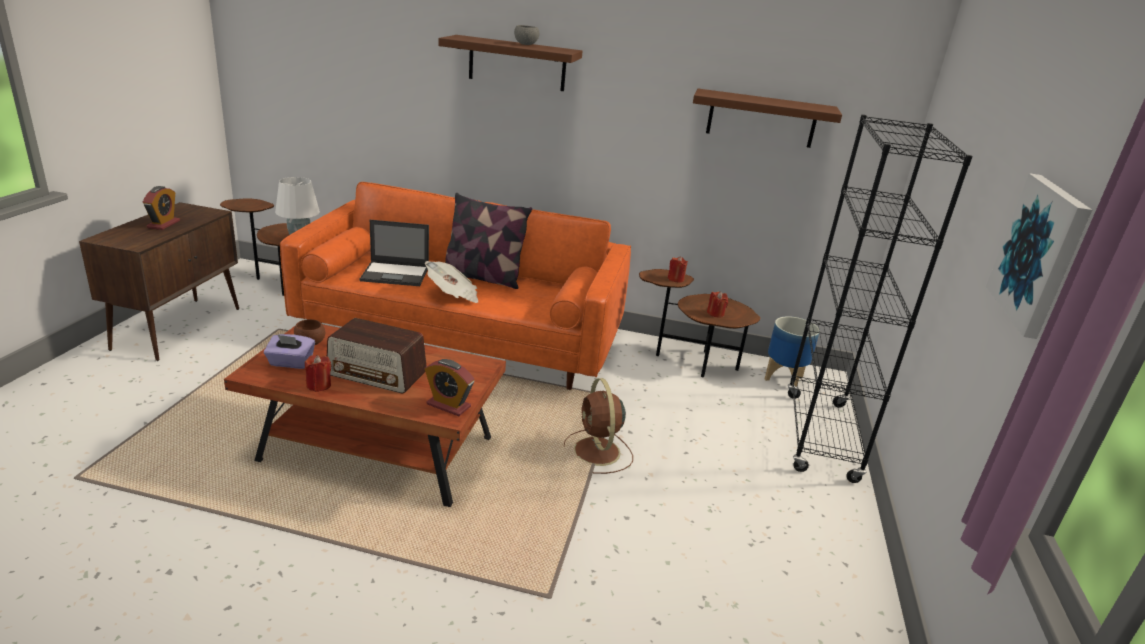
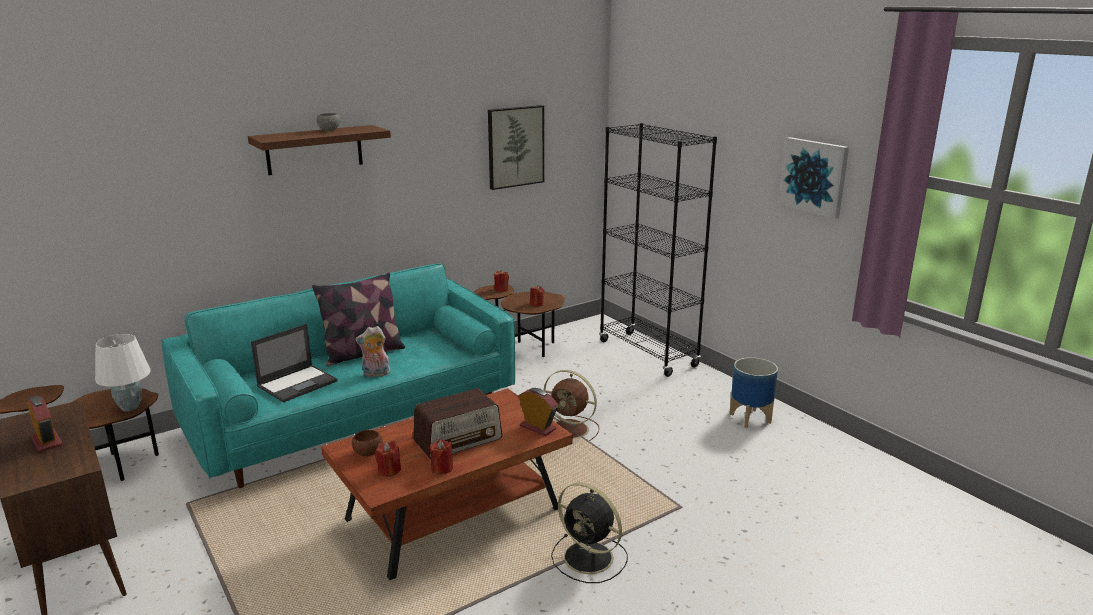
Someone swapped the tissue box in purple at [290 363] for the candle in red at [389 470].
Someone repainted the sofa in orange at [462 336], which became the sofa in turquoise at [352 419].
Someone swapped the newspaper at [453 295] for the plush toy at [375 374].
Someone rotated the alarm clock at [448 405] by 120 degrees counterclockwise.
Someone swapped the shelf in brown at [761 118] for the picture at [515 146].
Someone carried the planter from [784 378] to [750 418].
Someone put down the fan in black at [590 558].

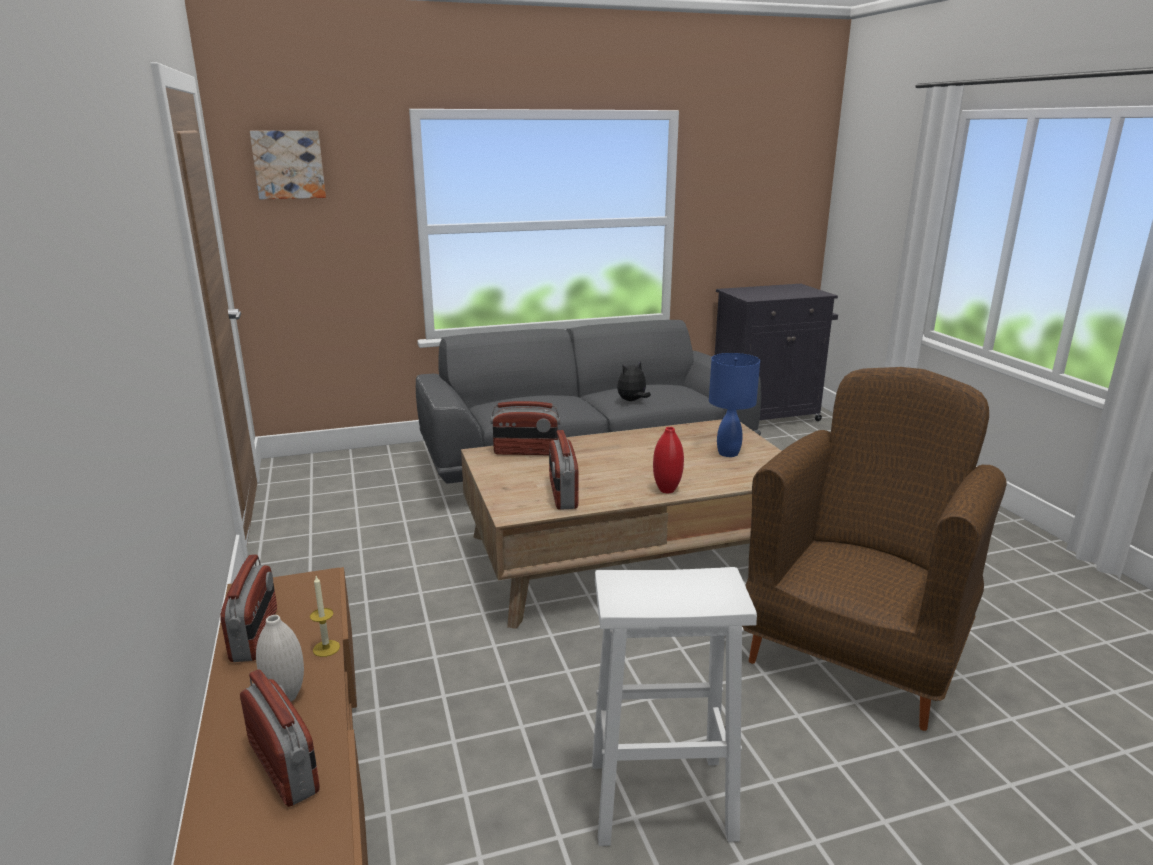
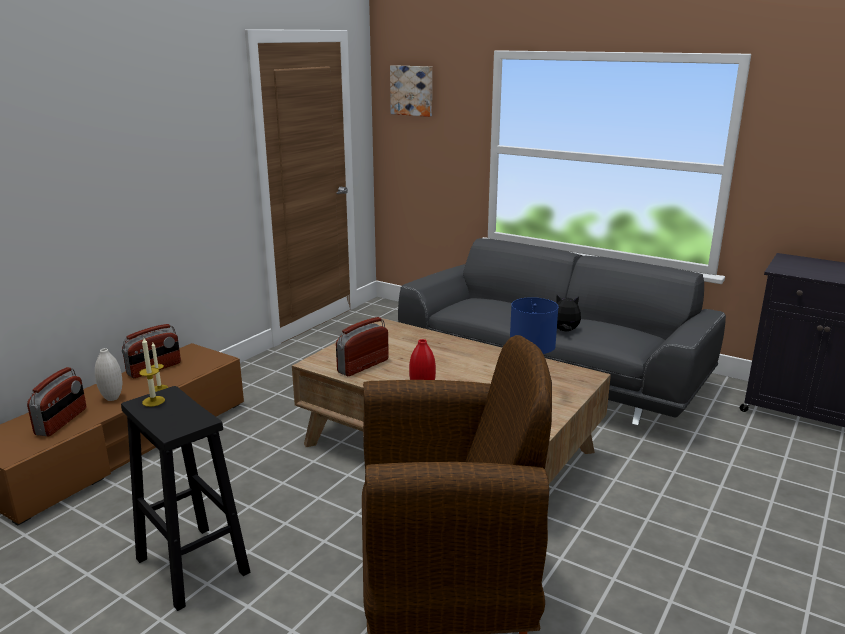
Someone took away the radio at [526 452].
Someone repainted the stool in white at [658 799], which became the stool in black at [191 565].
Someone put down the candle at [153 401].

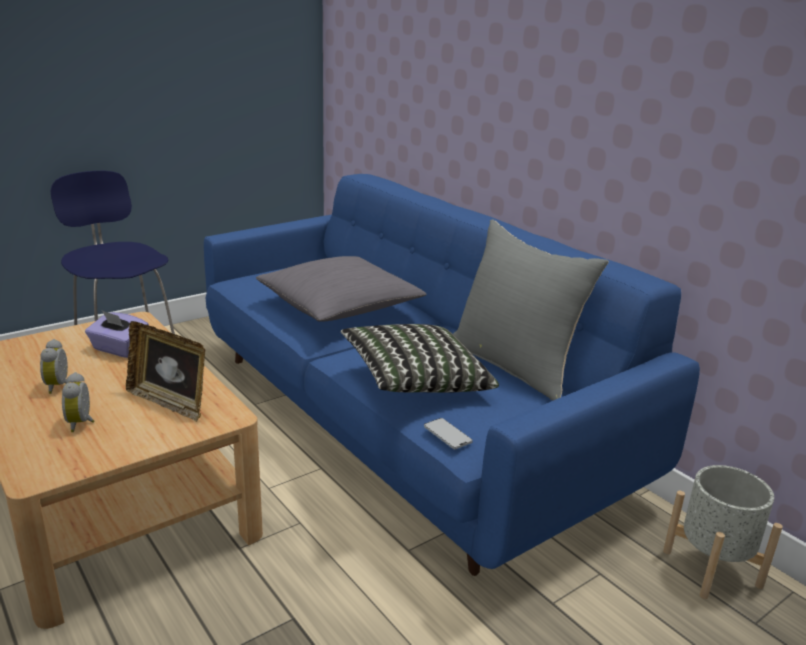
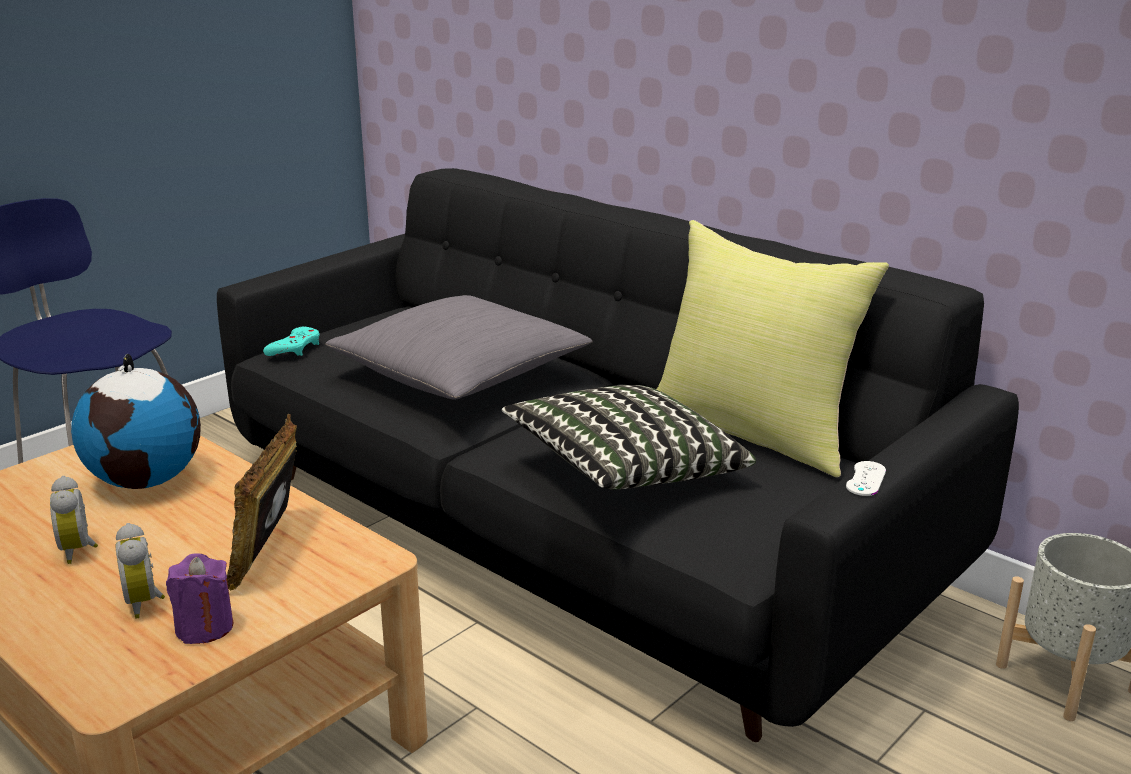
Someone swapped the tissue box in purple at [119 349] for the globe at [147 480].
Someone rotated the picture frame at [169 402] by 75 degrees clockwise.
Someone repainted the sofa in blue at [400 420], which became the sofa in black at [568 535].
Someone took away the phone at [447 434].
Someone repainted the pillow in grey at [515 365], which became the pillow in yellow at [753 430].
Someone put down the candle in purple at [204 627].
Someone put down the game controller in turquoise at [295 348].
Someone put down the game controller in white at [866 479].

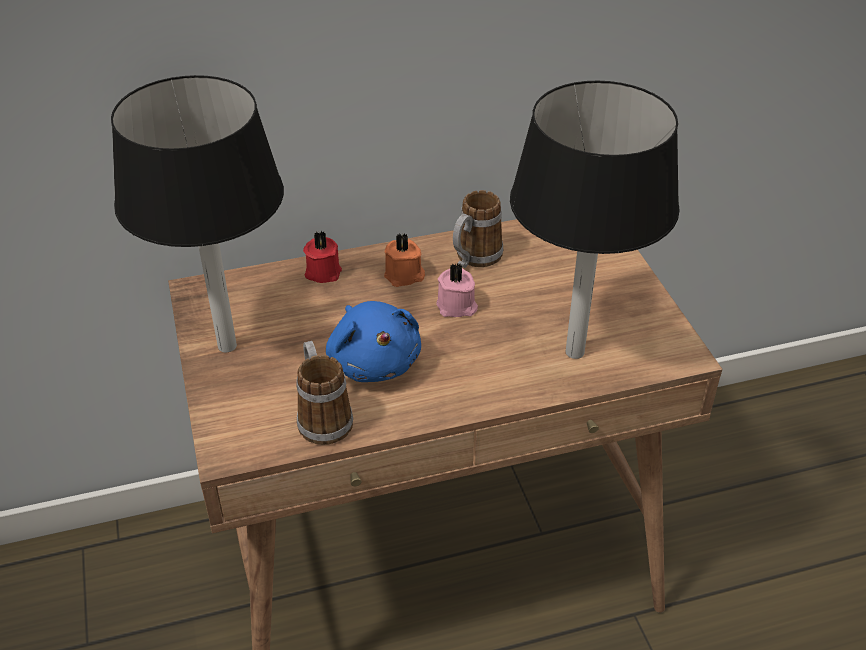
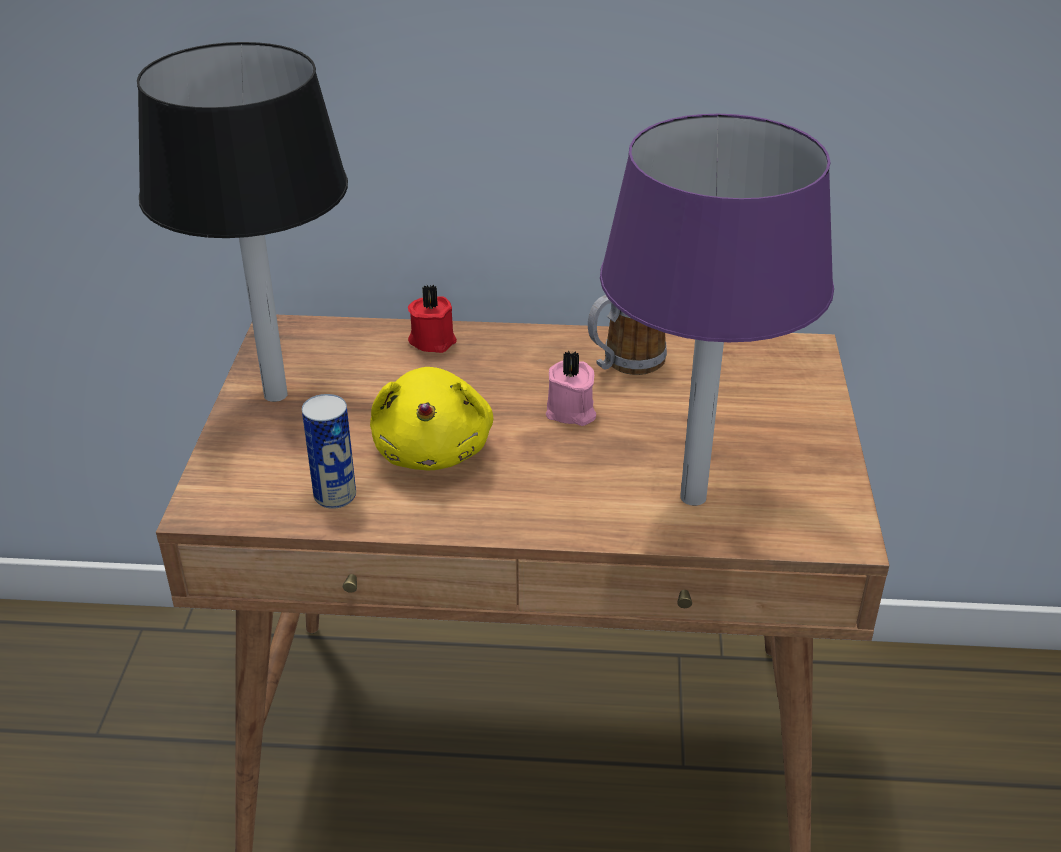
Someone swapped the mug at [322 417] for the can at [335 496].
Someone repainted the plush toy in blue at [374 361], which became the plush toy in yellow at [433 449].
Someone took away the candle in orange at [405 276].
Someone repainted the table lamp in black at [575 352], which became the table lamp in purple at [694 497].

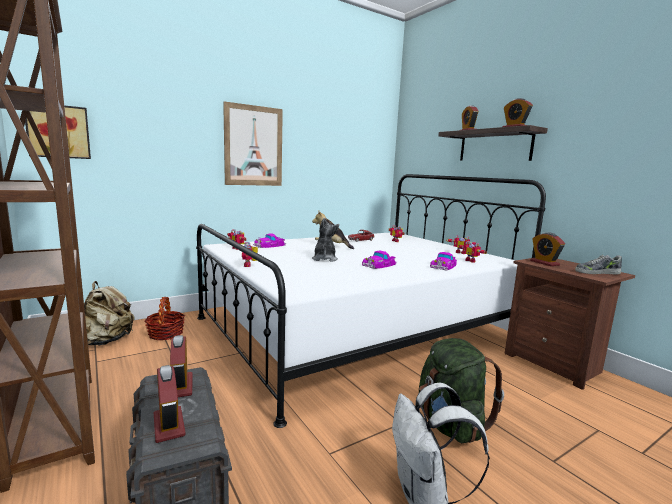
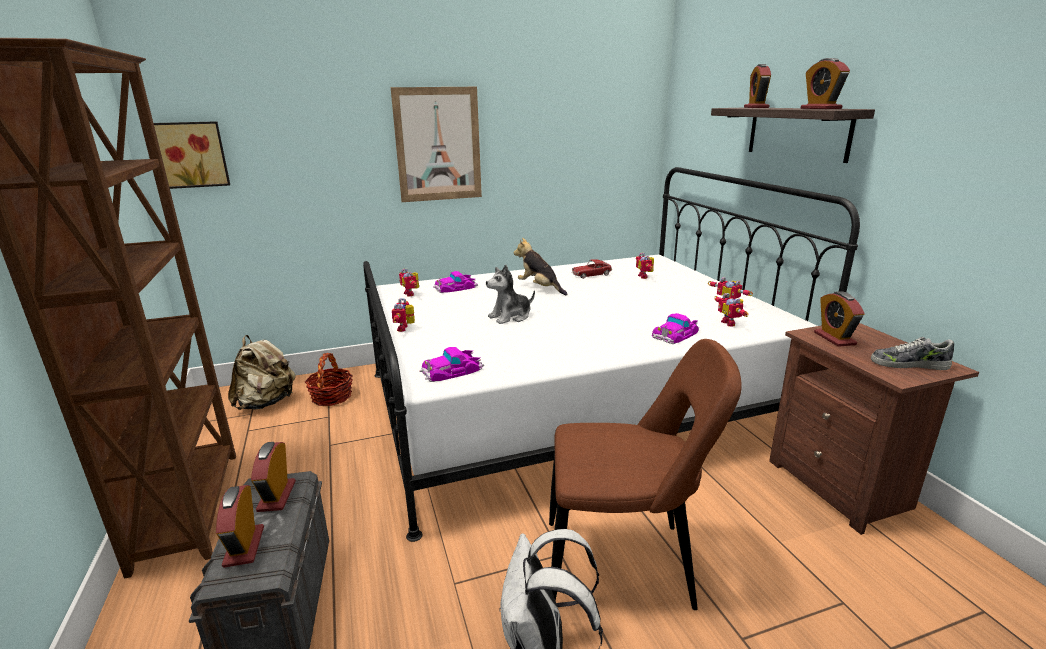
Someone rotated the plush toy at [324 259] by 135 degrees counterclockwise.
Someone carried the toy car from [379 265] to [452 370].
Someone swapped the backpack in green at [450 424] for the chair in brown at [625 564].

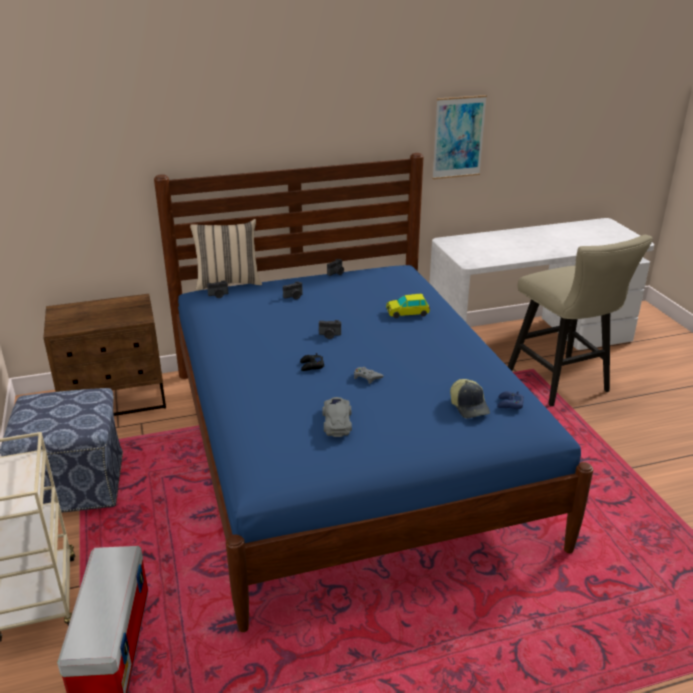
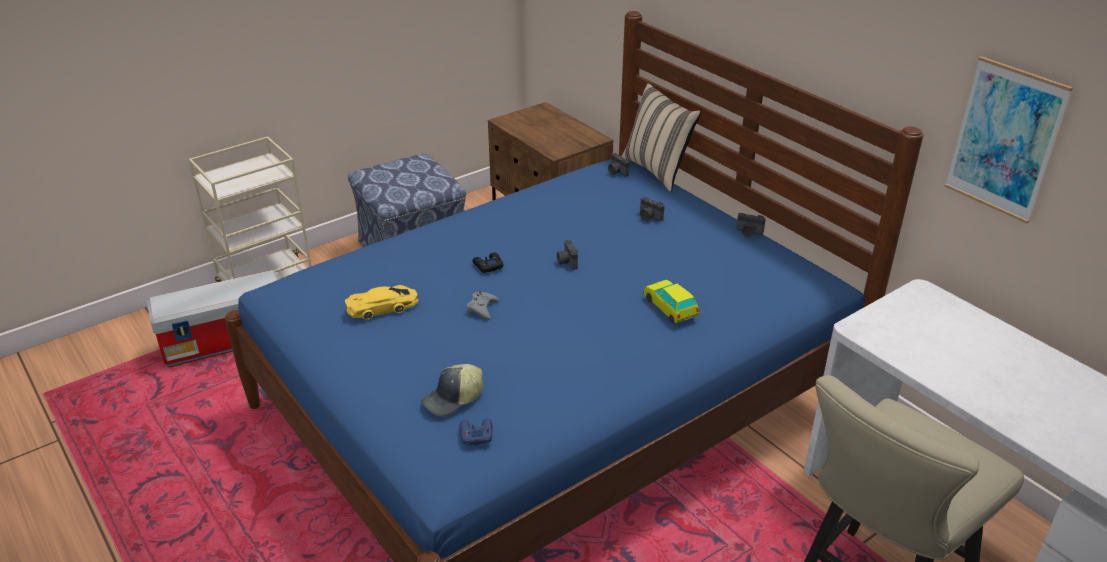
Someone repainted the toy car in grey at [337 421], which became the toy car in yellow at [382 307].

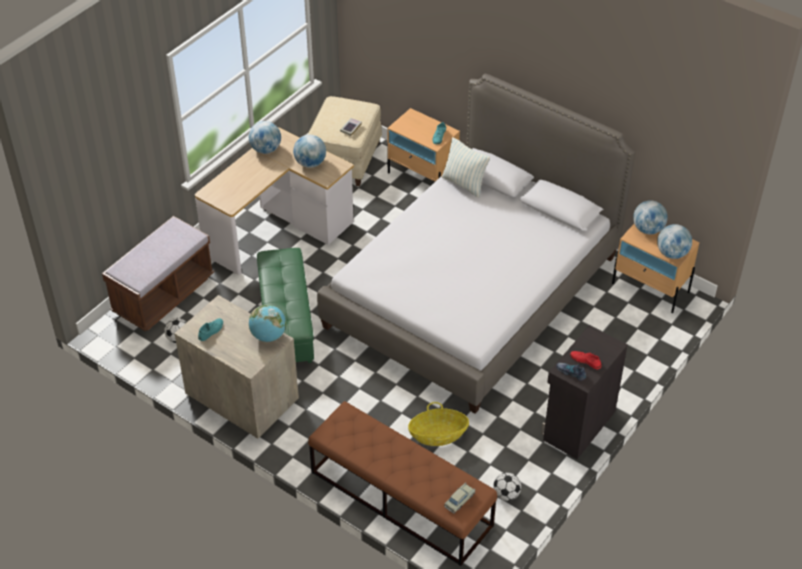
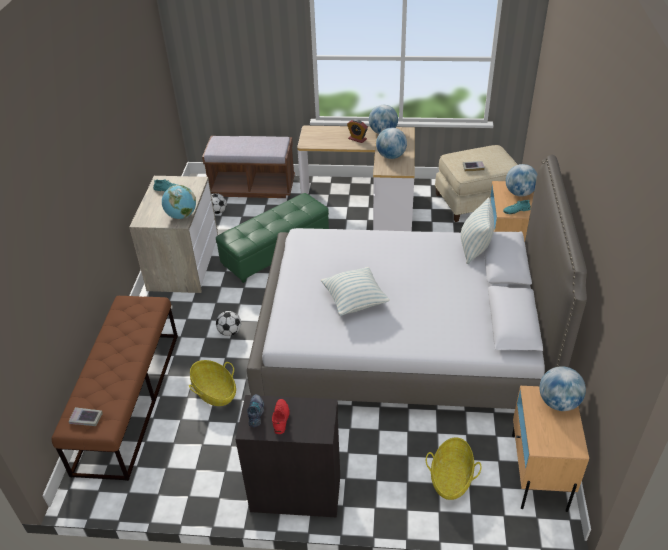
Someone swapped the toy car in beige at [459 500] for the book at [86 418].
Someone carried the football from [506 494] to [230 332].
Someone carried the globe from [672 253] to [519 193].
Someone put down the pillow at [354 301].
Someone put down the alarm clock at [357 139].
Someone put down the basket at [451 478].

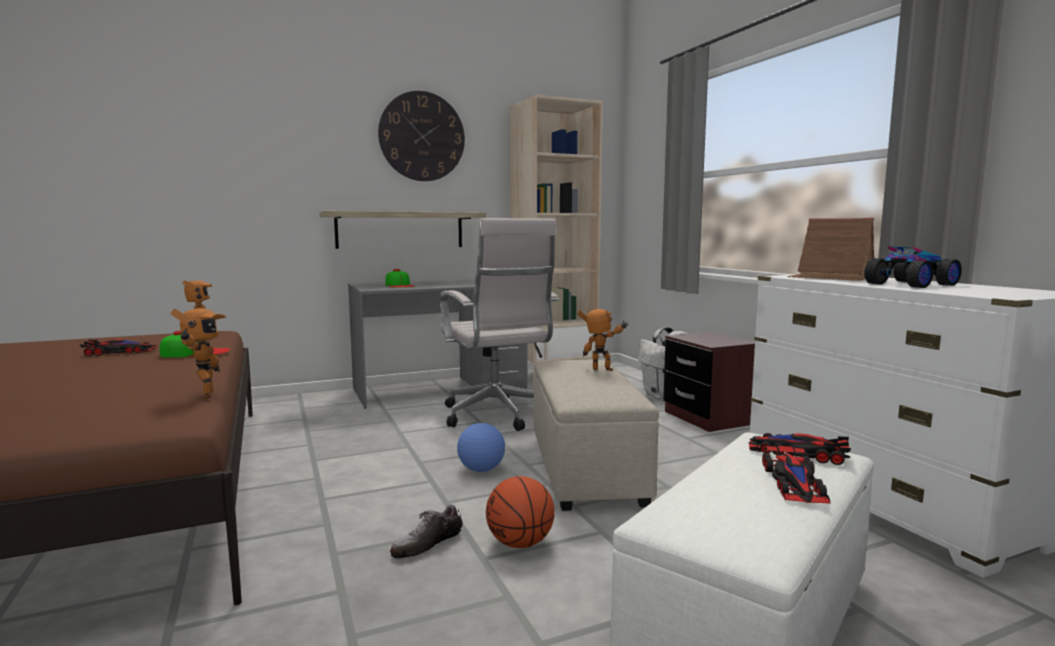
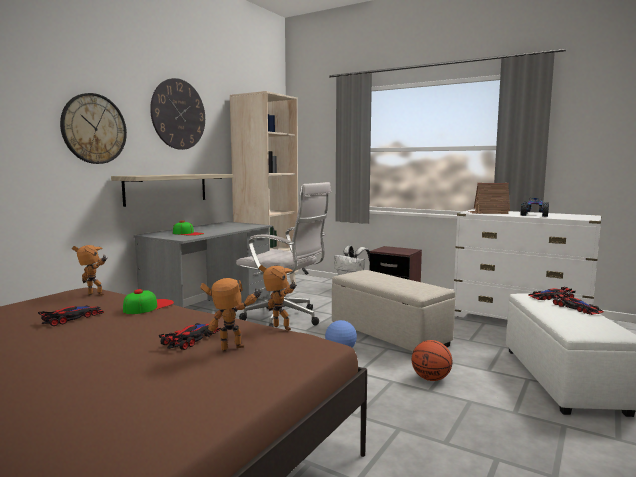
Someone took away the shoe at [427 544].
Someone carried the toy robot from [602 370] to [234 350].
Someone put up the wall clock at [94 129].
Someone put down the toy car at [192 338].

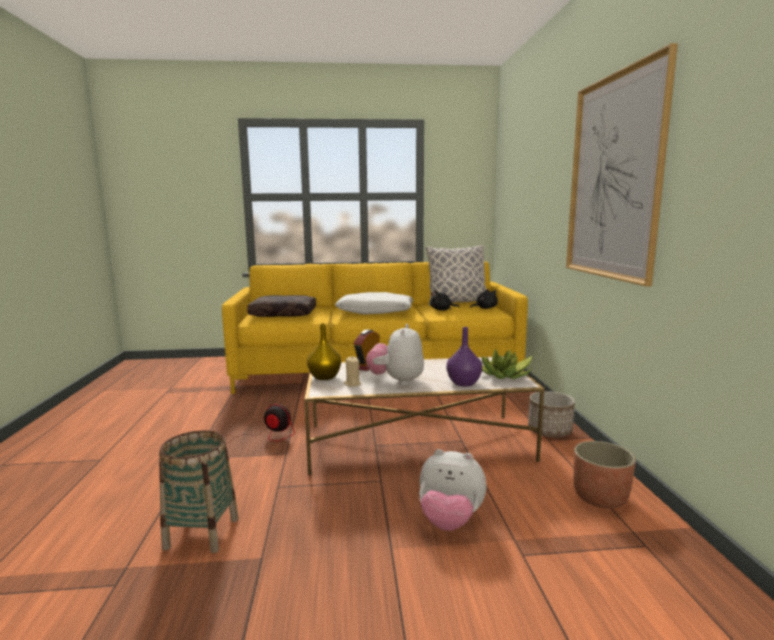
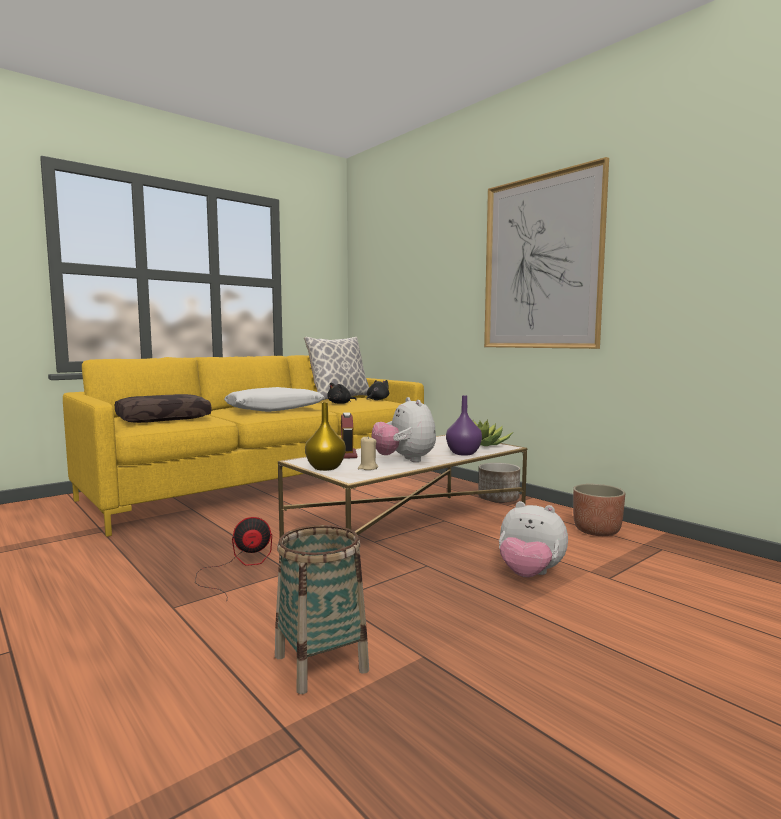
Someone rotated the plush toy at [450 521] by 45 degrees clockwise.

